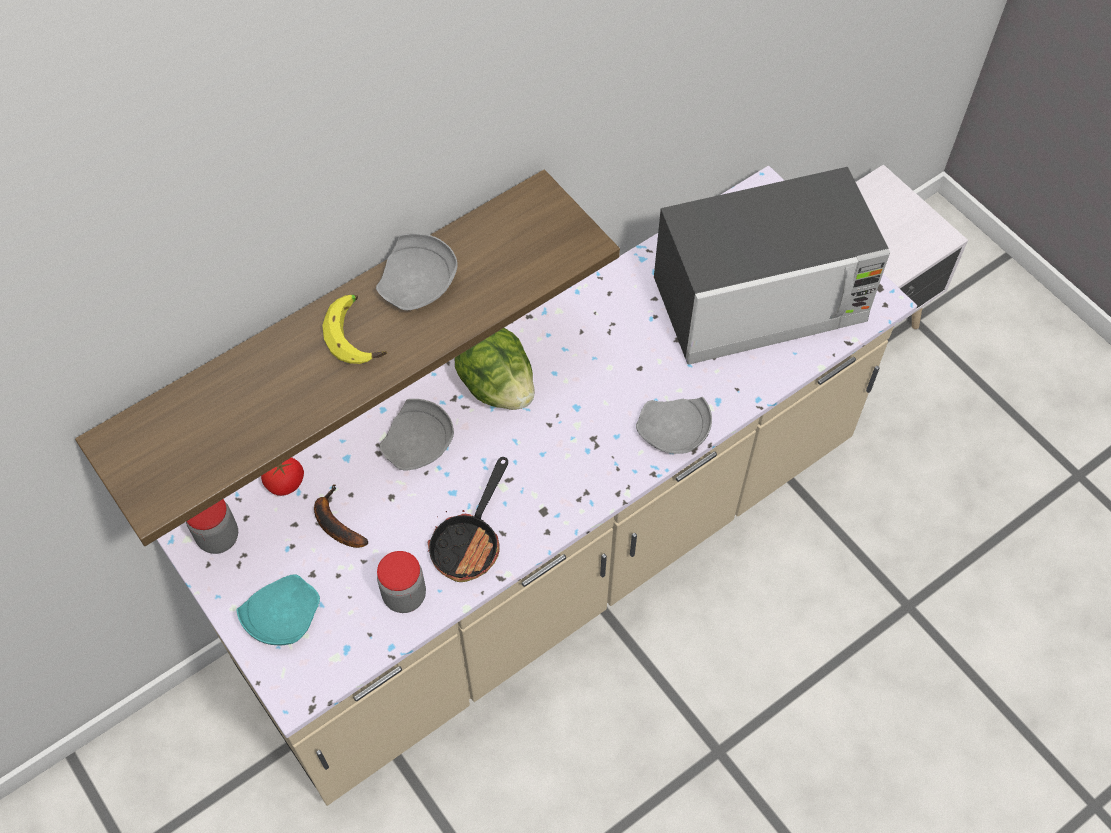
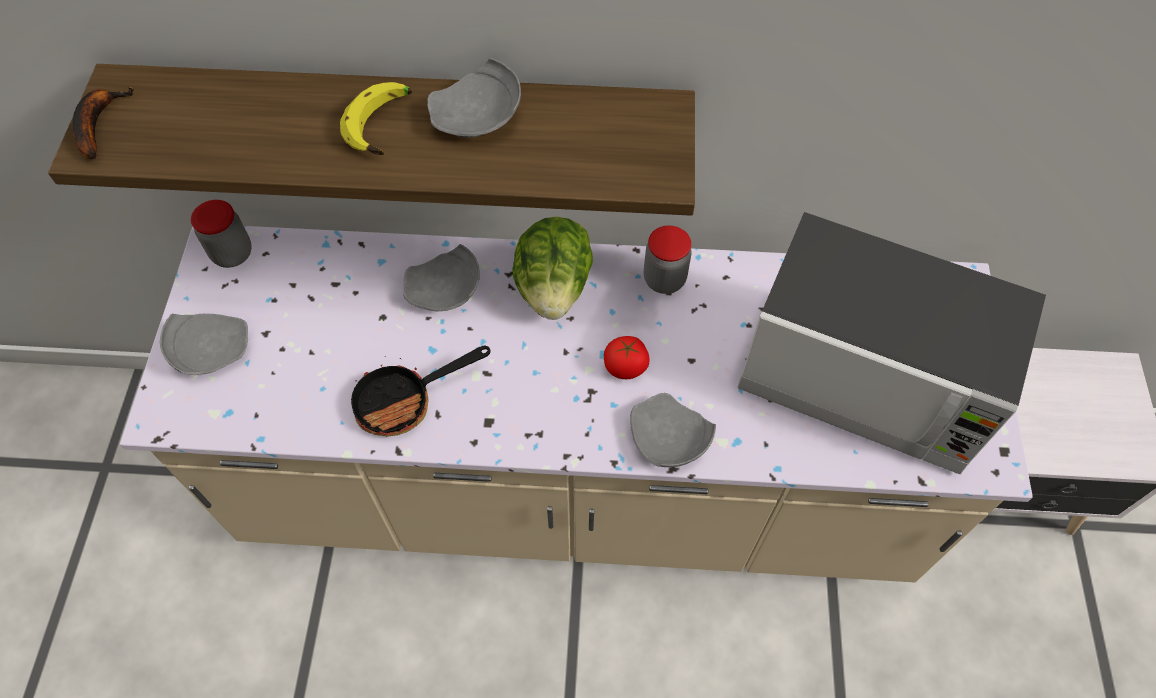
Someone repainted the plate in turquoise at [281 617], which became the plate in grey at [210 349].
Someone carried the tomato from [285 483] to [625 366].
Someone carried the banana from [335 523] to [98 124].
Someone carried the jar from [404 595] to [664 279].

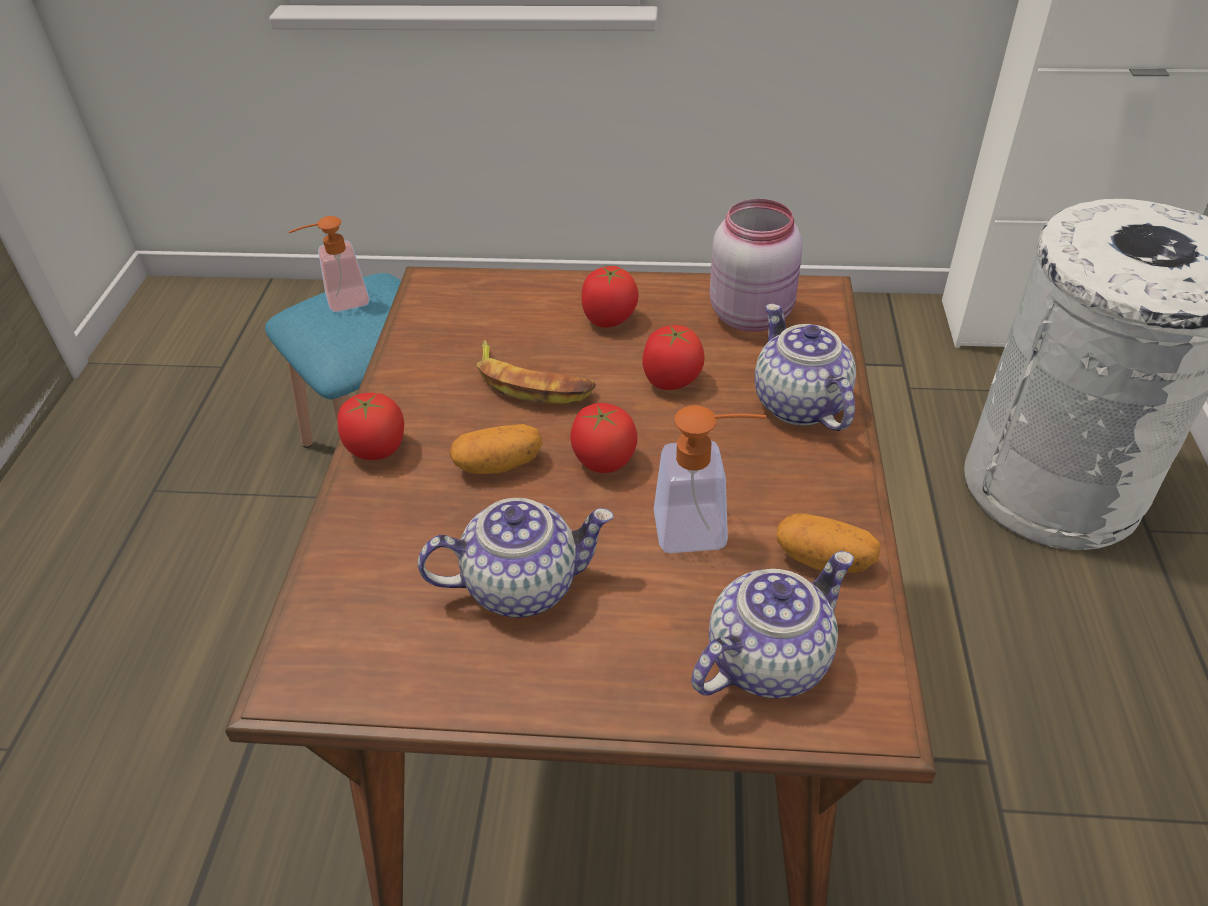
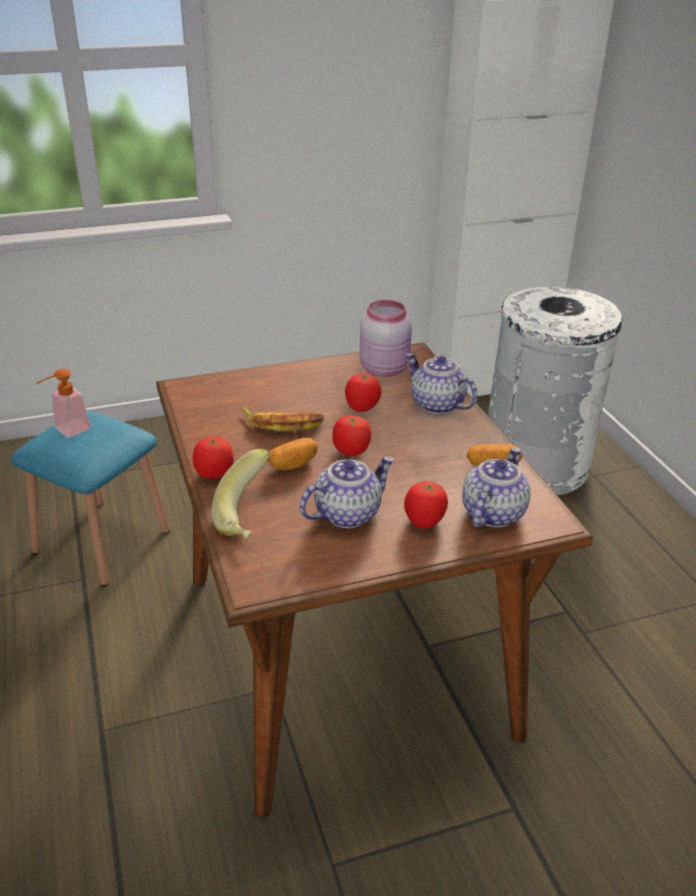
Someone carried the tomato from [609 319] to [424 521].
Someone took away the soap dispenser at [704 528].
Someone put down the banana at [249 516].

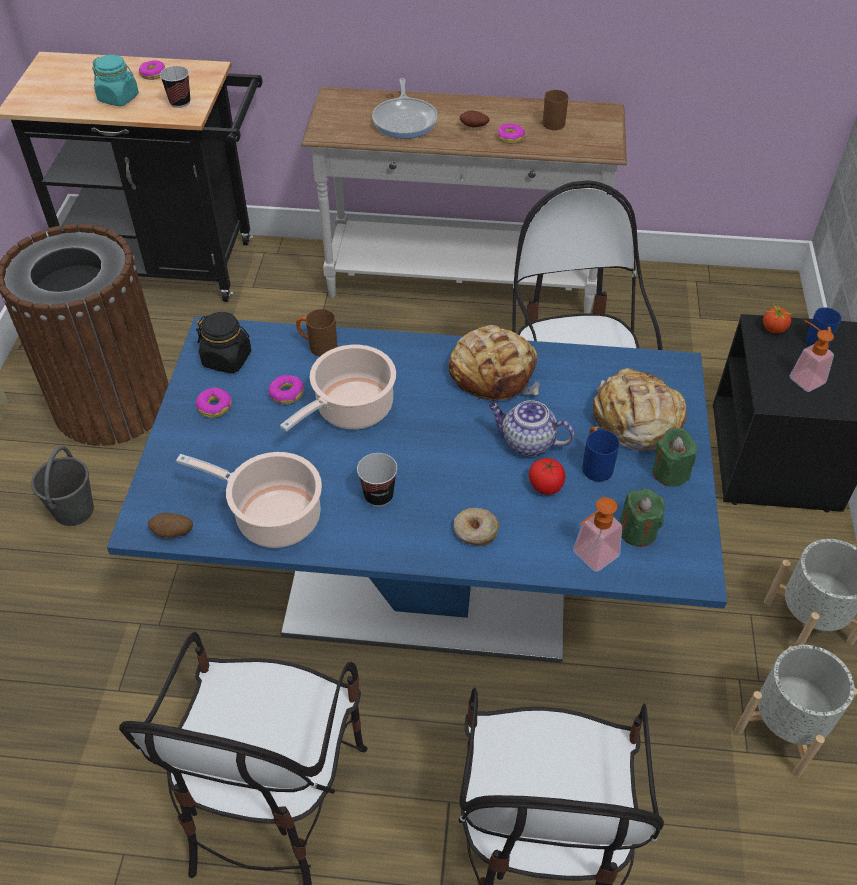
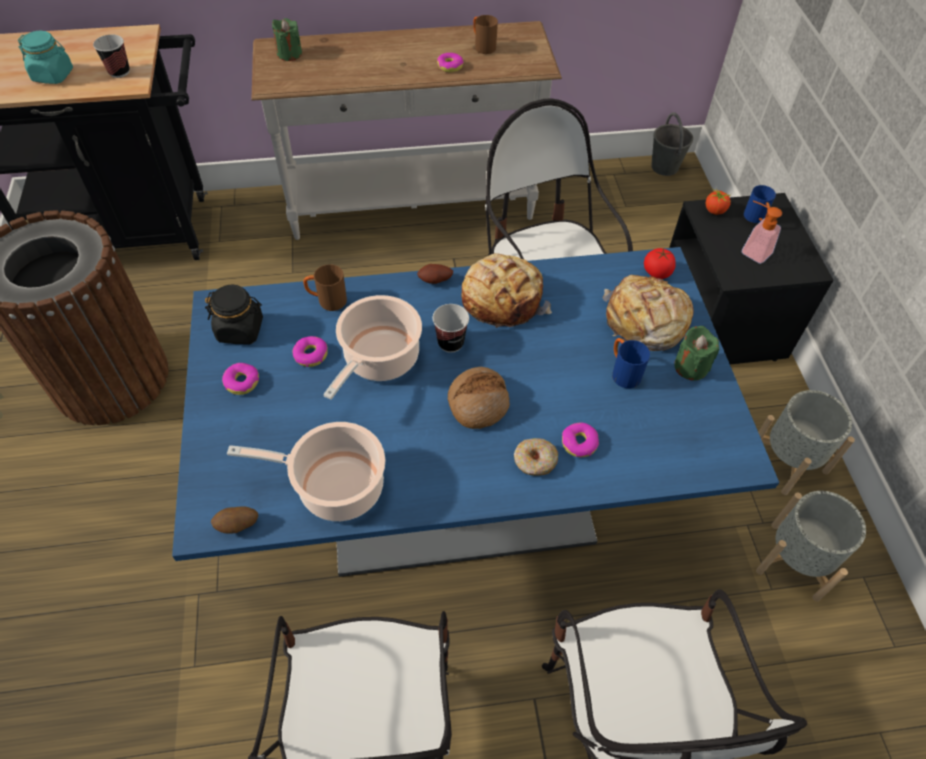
Someone carried the bucket in grey from [74 510] to [664 166].
Someone carried the donut from [153 74] to [579 443].
Someone carried the cup from [378 495] to [450 343].
Someone took away the frying pan at [405 120].
Someone carried the potato from [474 127] to [435 281].
Someone took away the teapot at [526 442].
Someone carried the tomato from [545 485] to [657 272].
Someone took away the soap dispenser at [589 558].
Someone carried the candle in green from [637 531] to [289 54].
Someone put down the bread at [478 402].

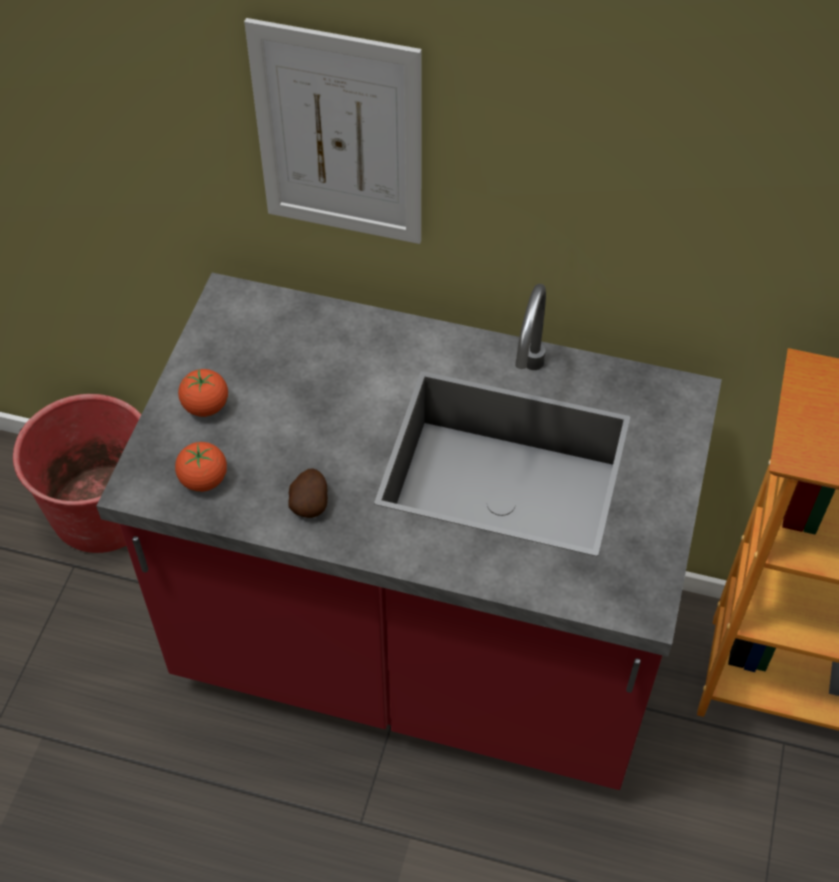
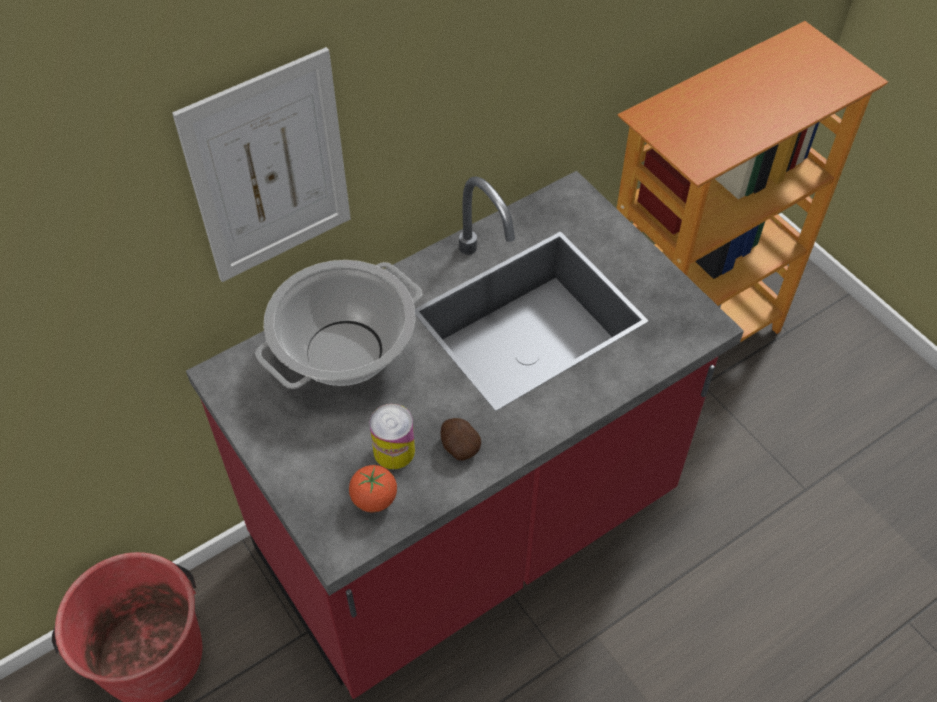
Someone took away the tomato at [206 406].
Someone put down the cooking pot at [345 351].
Someone put down the can at [394 451].

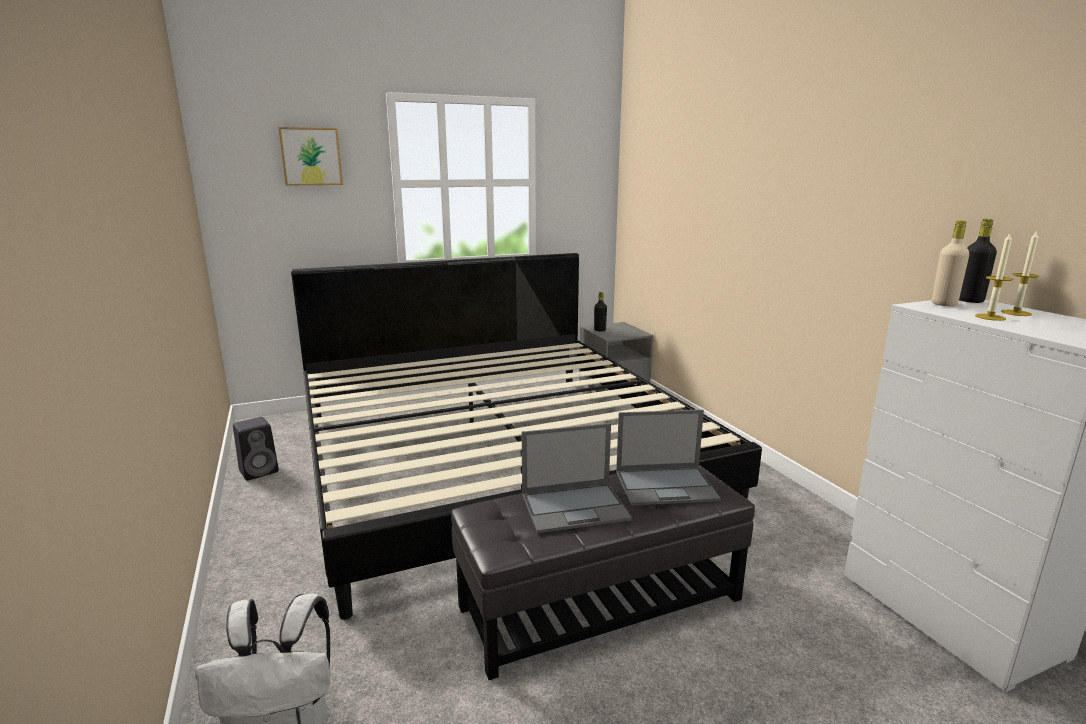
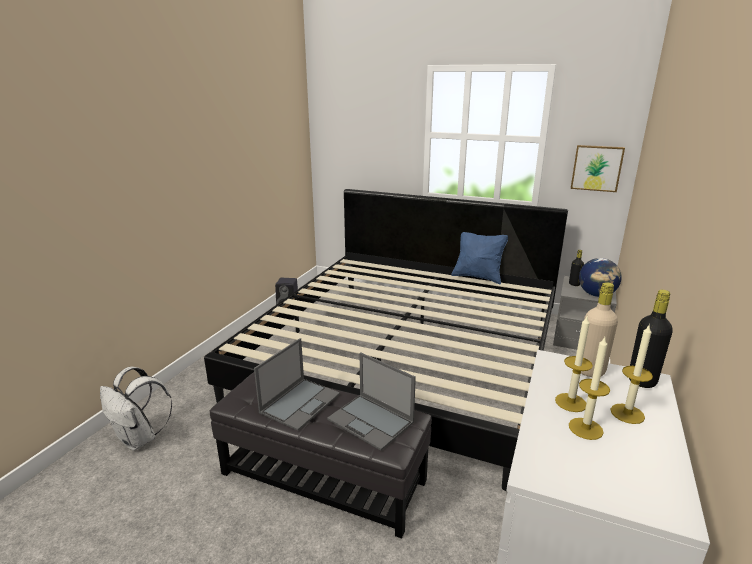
Someone carried the picture from [311 156] to [596 168].
Someone rotated the laptop at [576 507] by 90 degrees counterclockwise.
Someone put down the pillow in blue at [478 277].
Someone put down the candle at [585 428].
Someone put down the globe at [596 295].

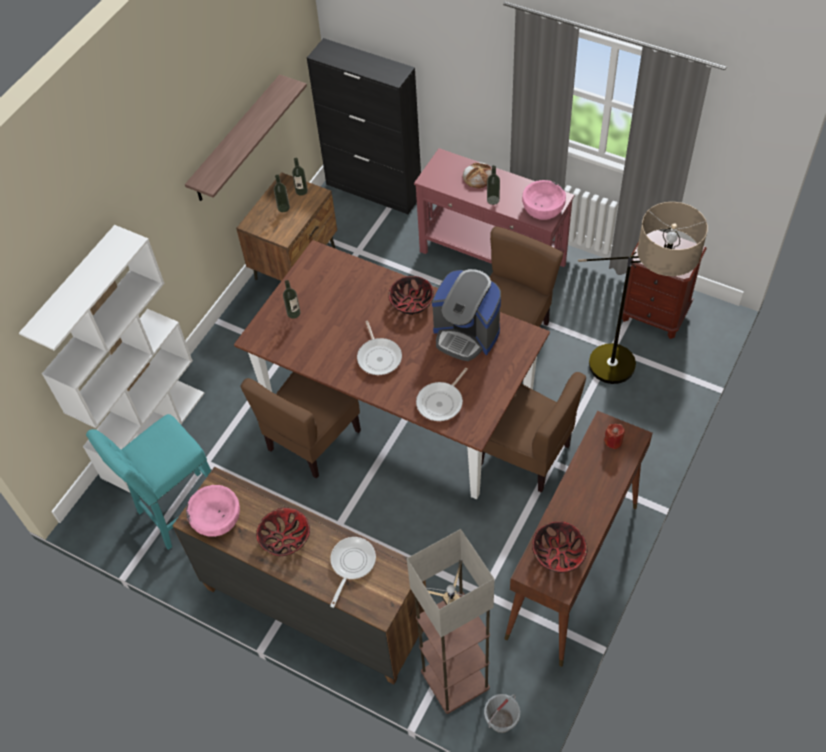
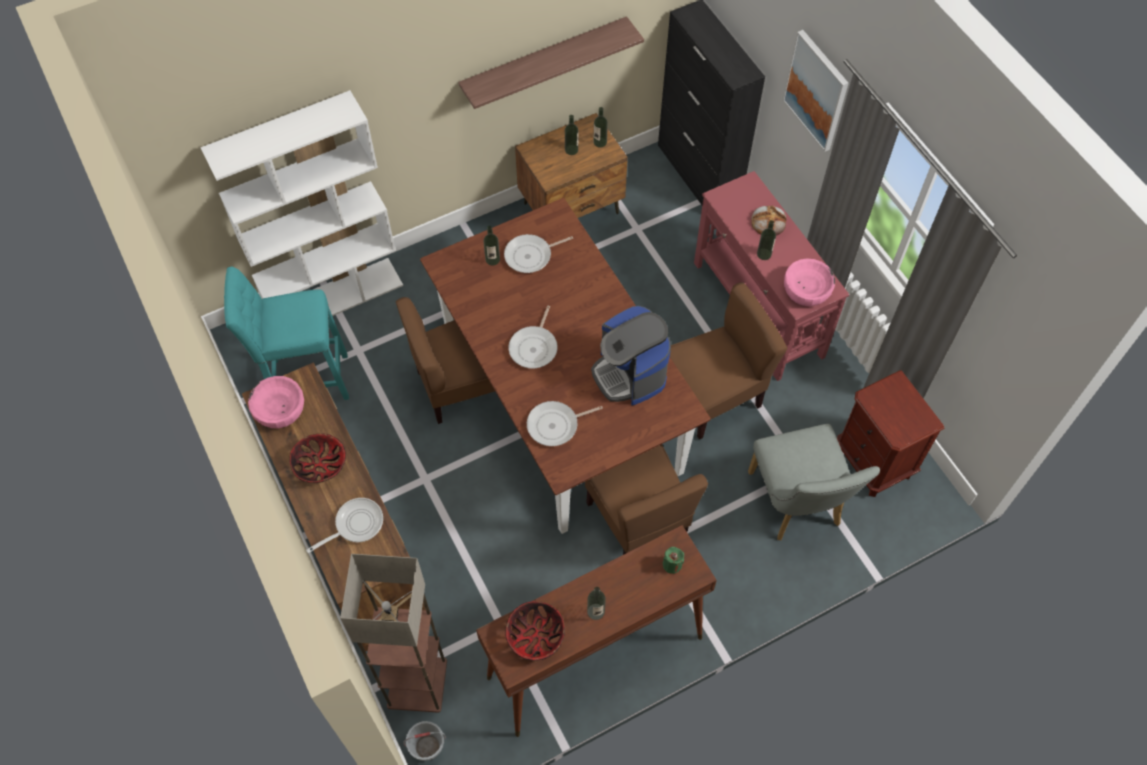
Someone took away the bowl at [412 303].
Someone swapped the floor lamp at [627 375] for the chair in grey at [797 505].
Someone repainted the candle in red at [613 441], which became the candle in green at [672 564].
Someone put down the frying pan at [531 256].
Someone put down the bottle at [595 611].
Someone put up the picture at [816 90].

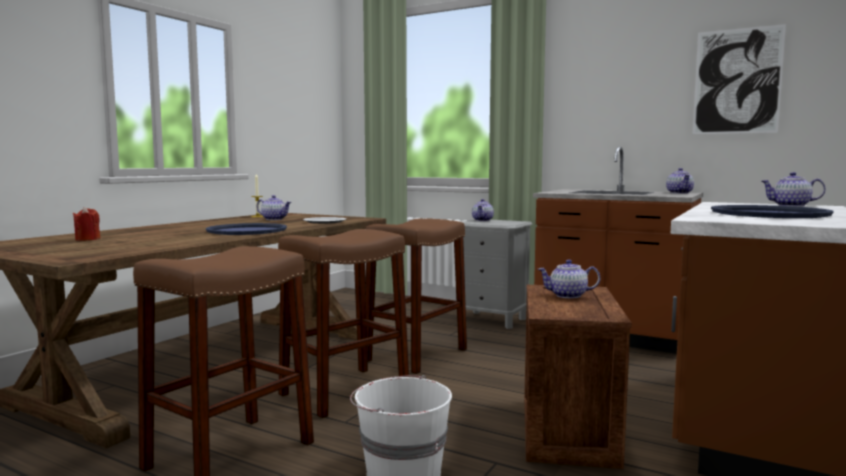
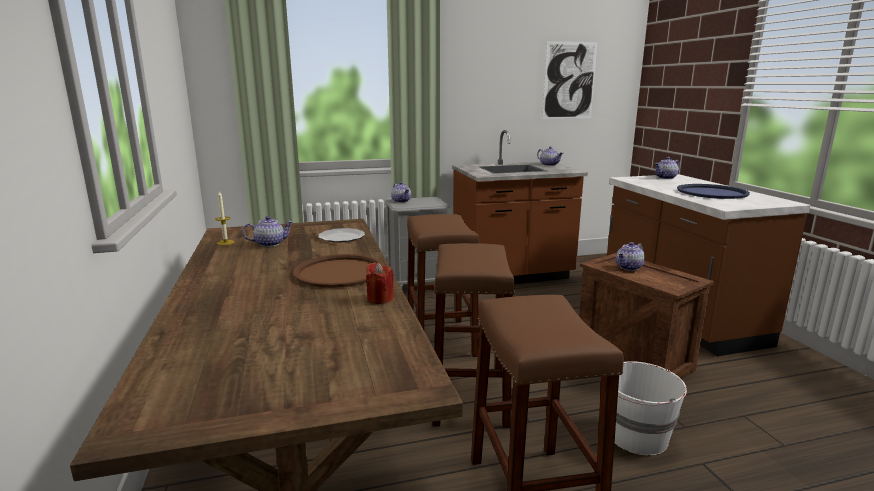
Someone carried the candle in red from [87 239] to [380 298].
Someone repainted the tray in blue at [247 230], which became the tray in brown at [339 272].

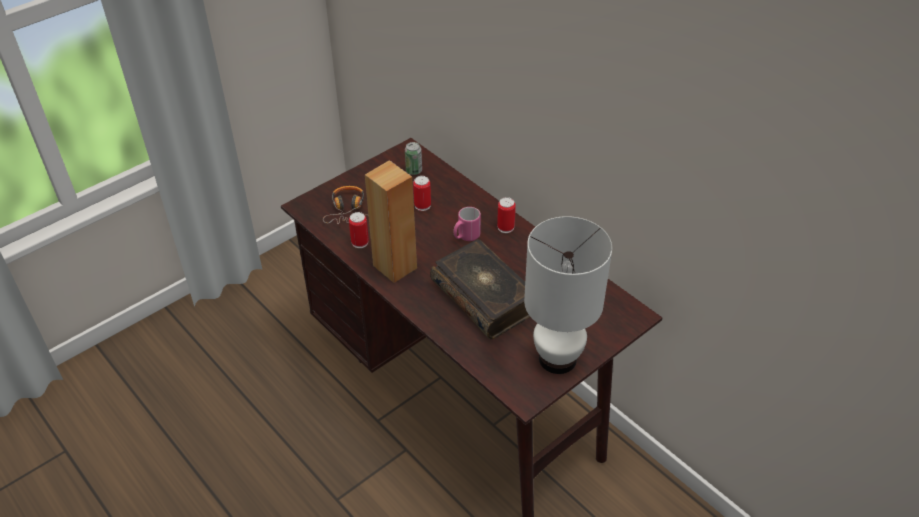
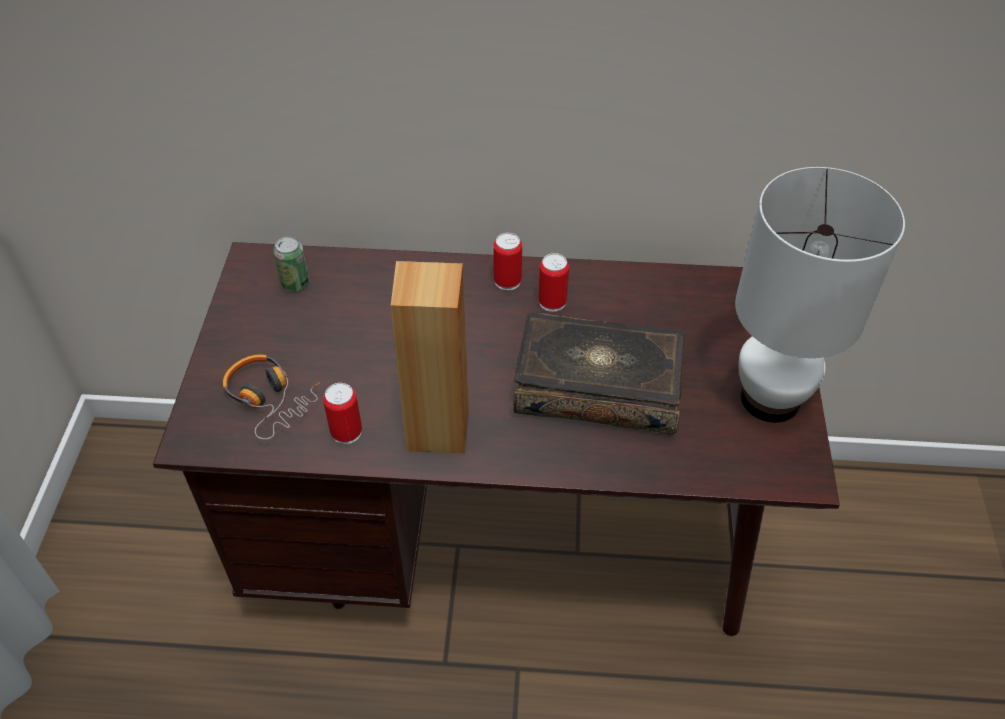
Someone carried the can from [422 205] to [552 302].
Someone took away the mug in pink at [466 237].

